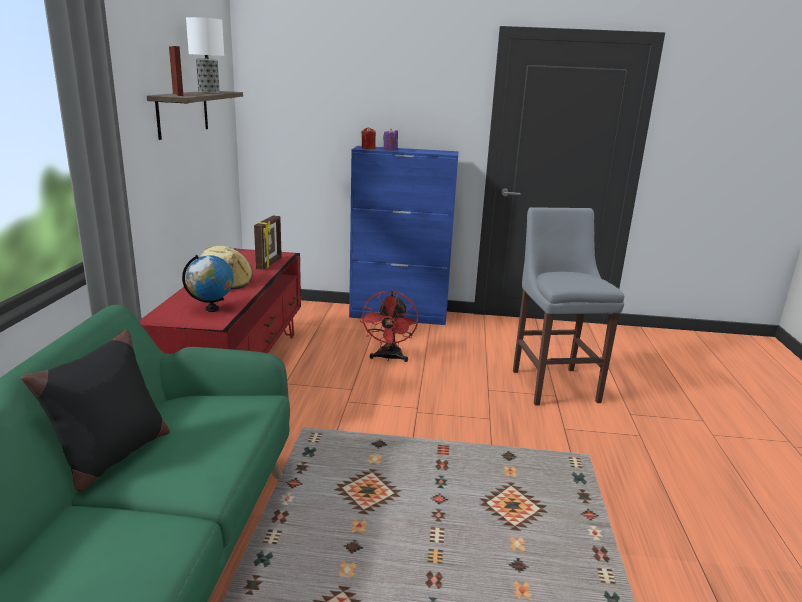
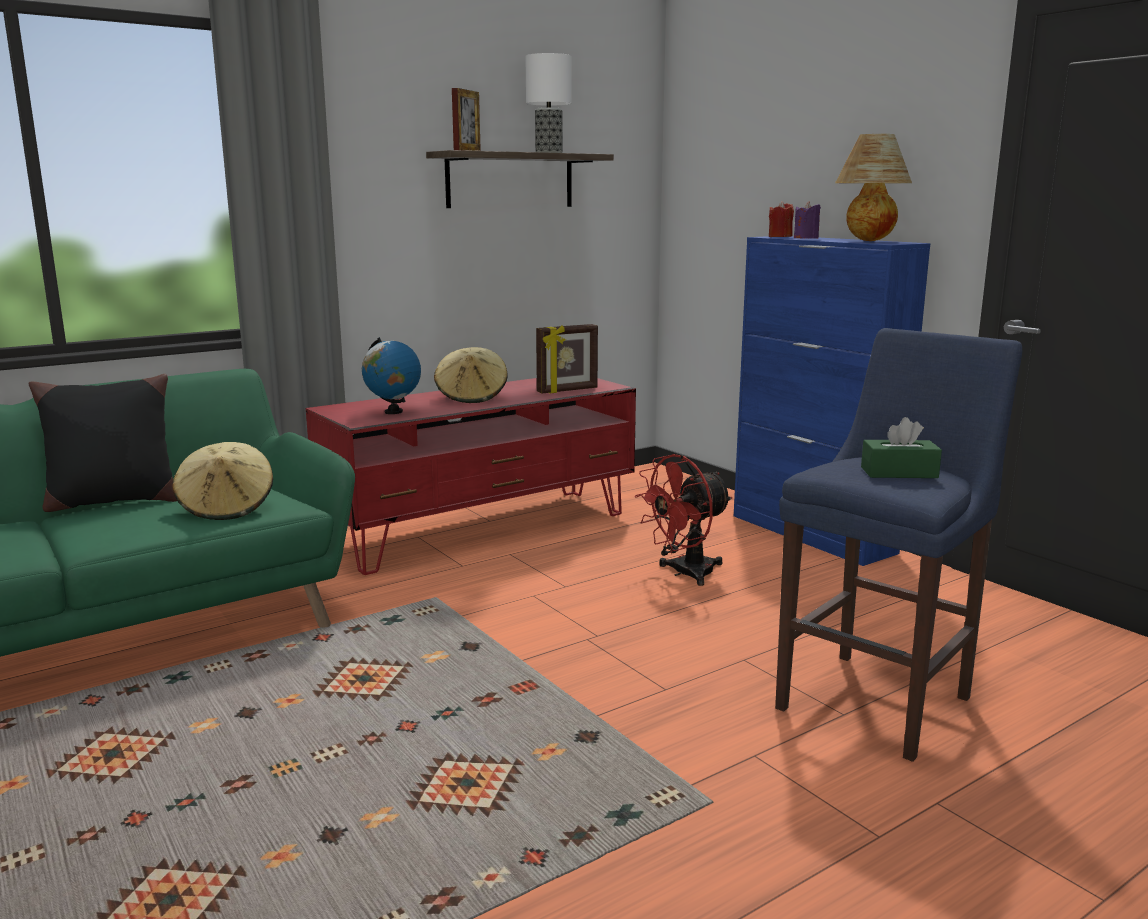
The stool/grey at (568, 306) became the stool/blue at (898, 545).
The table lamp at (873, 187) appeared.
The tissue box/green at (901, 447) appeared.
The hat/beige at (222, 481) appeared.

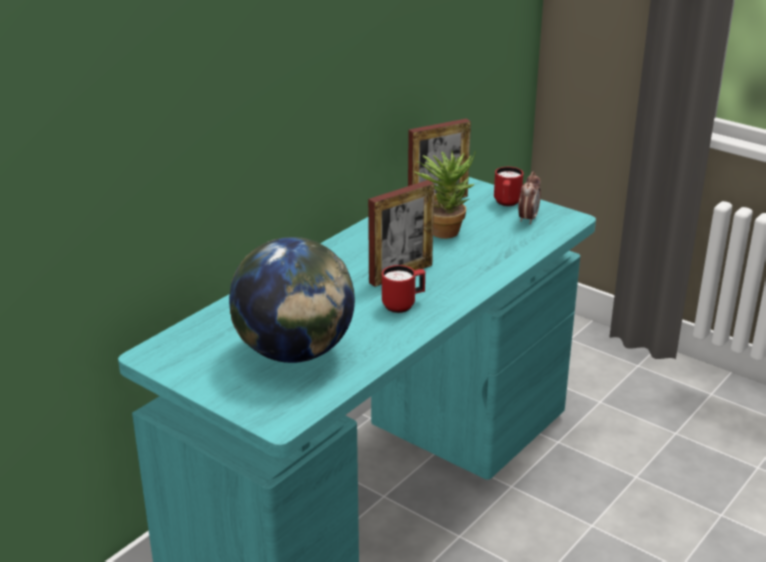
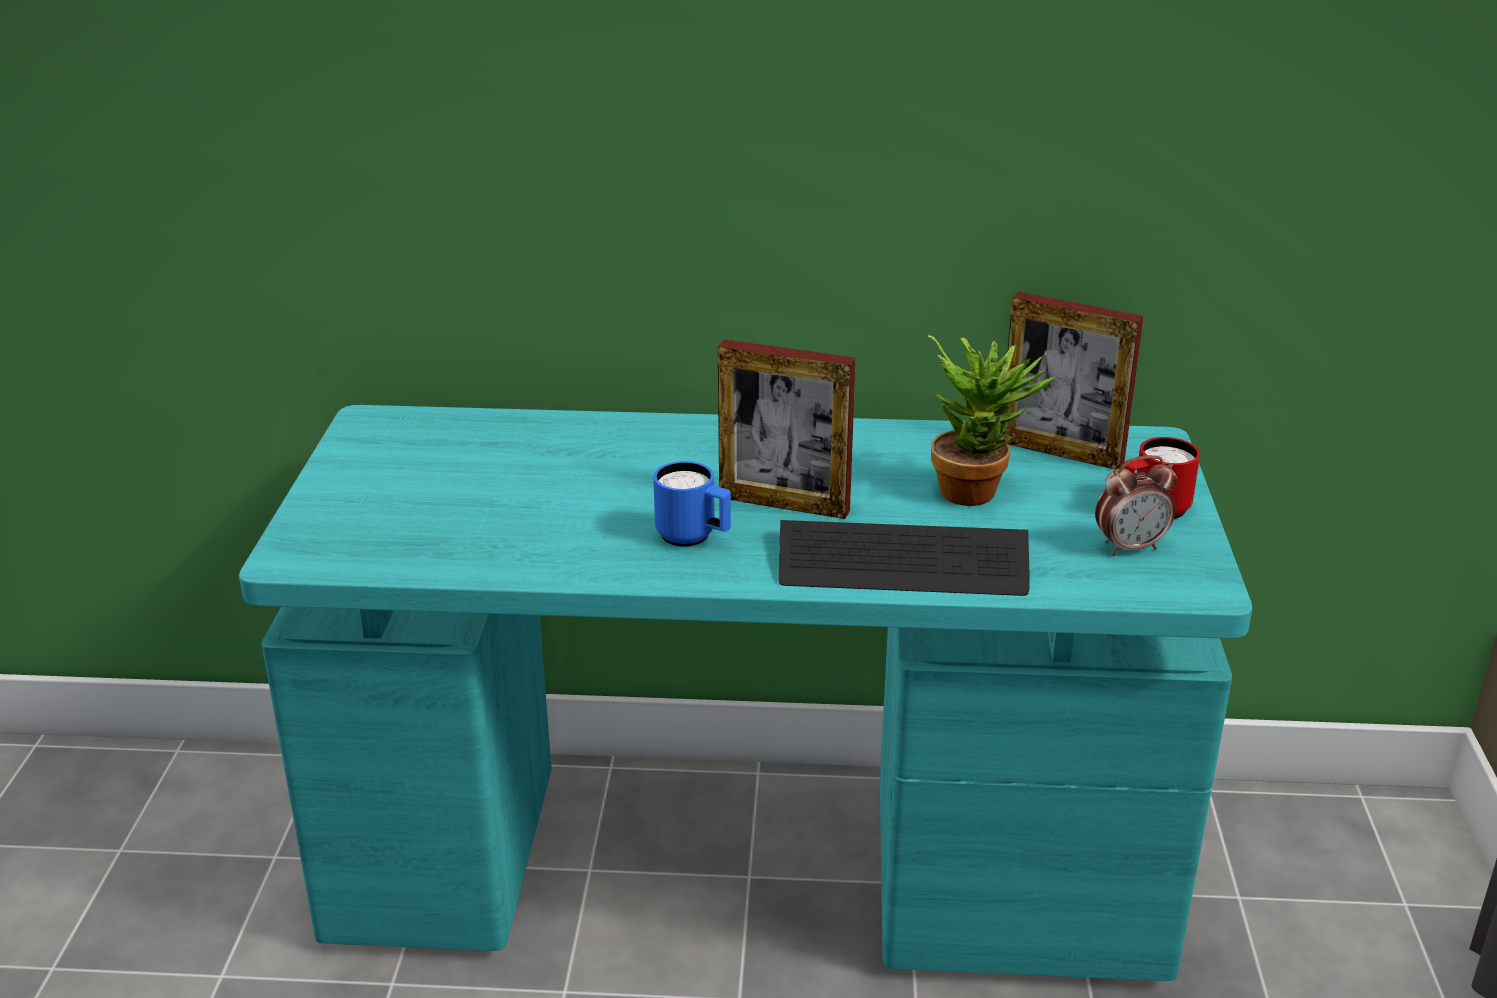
The globe at (292, 300) disappeared.
The mug/red at (403, 289) became the mug/blue at (692, 504).
The keyboard at (904, 558) appeared.

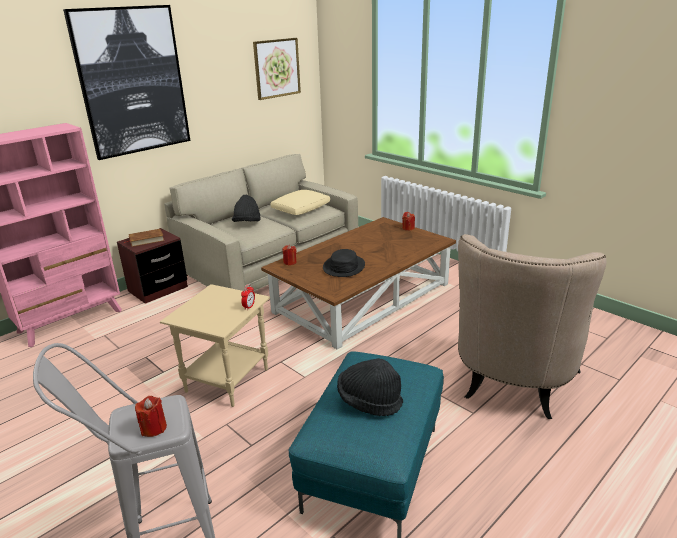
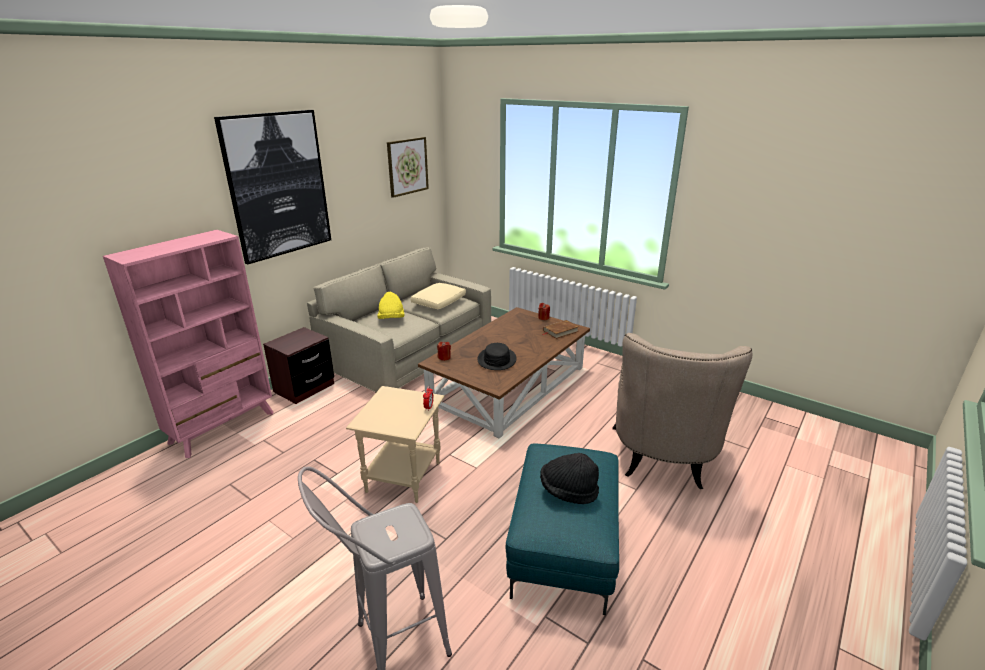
The hat/black at (246, 208) became the hat/yellow at (391, 305).
The book/brown moved from (144, 238) to (560, 329).
The candle/red at (151, 416) disappeared.

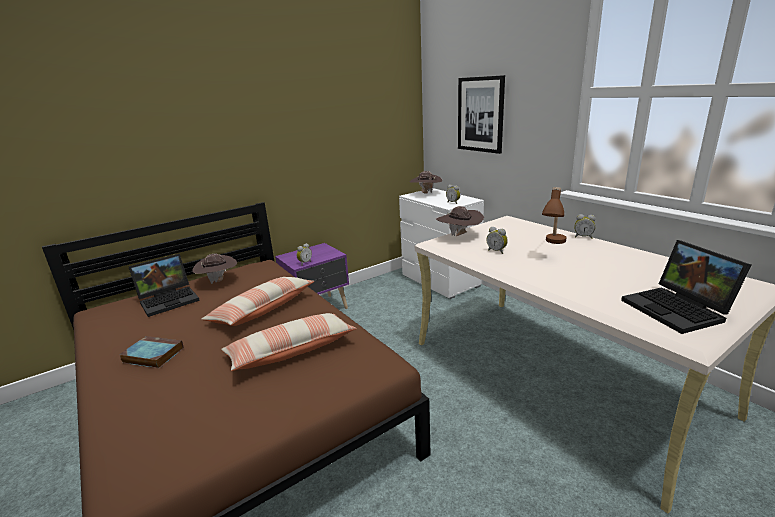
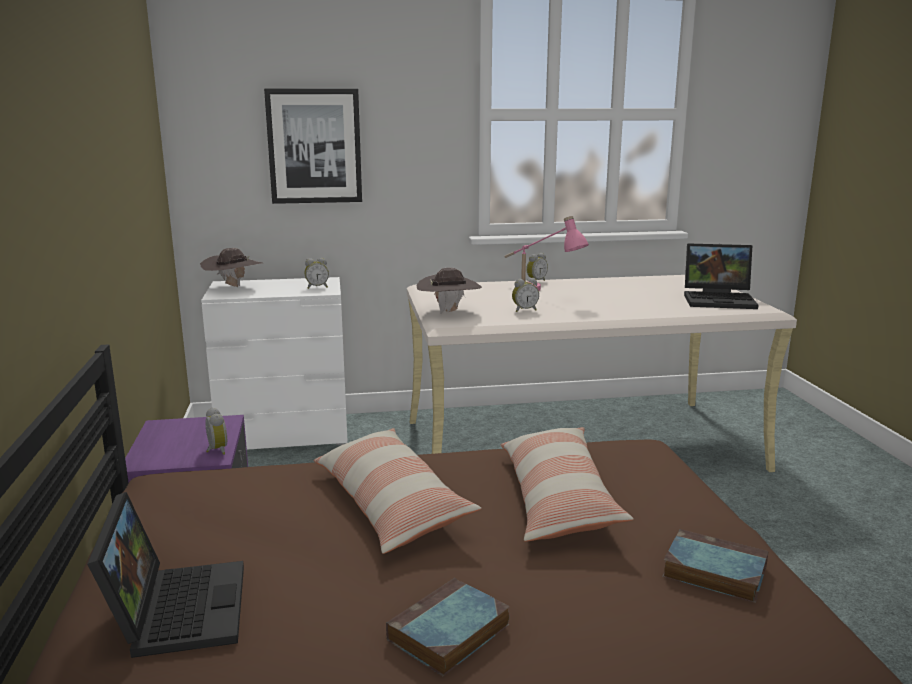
The table lamp/brown at (554, 215) became the table lamp/pink at (546, 253).
The hat/brown at (214, 268) disappeared.
The book at (715, 566) appeared.

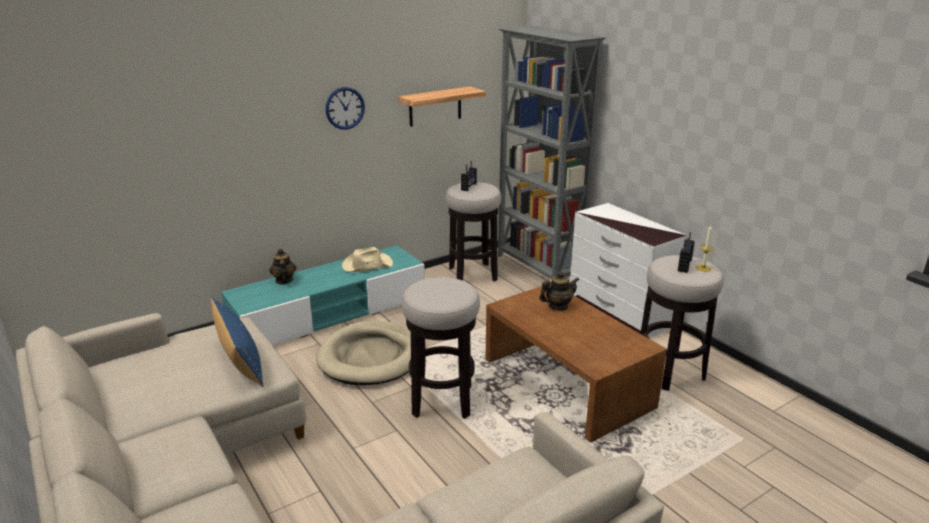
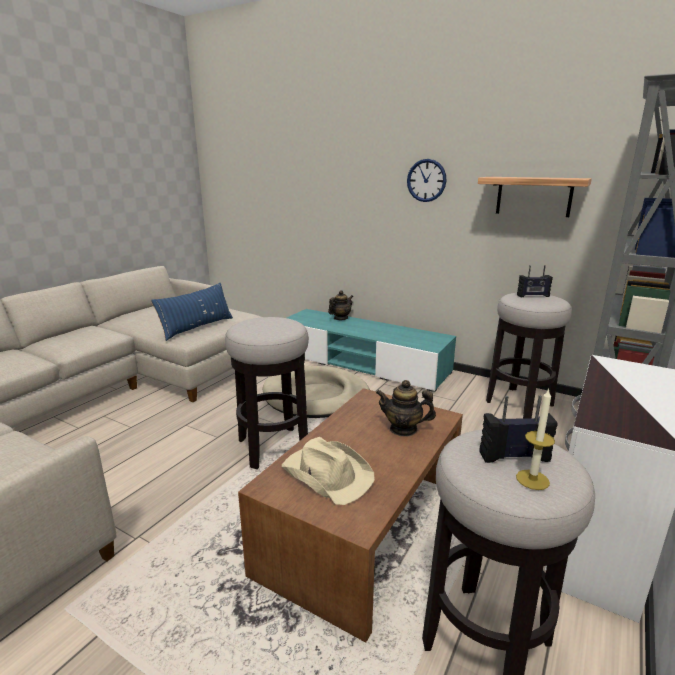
The hat/beige moved from (367, 259) to (328, 471).
The teapot at (559, 291) turned 150 degrees clockwise.

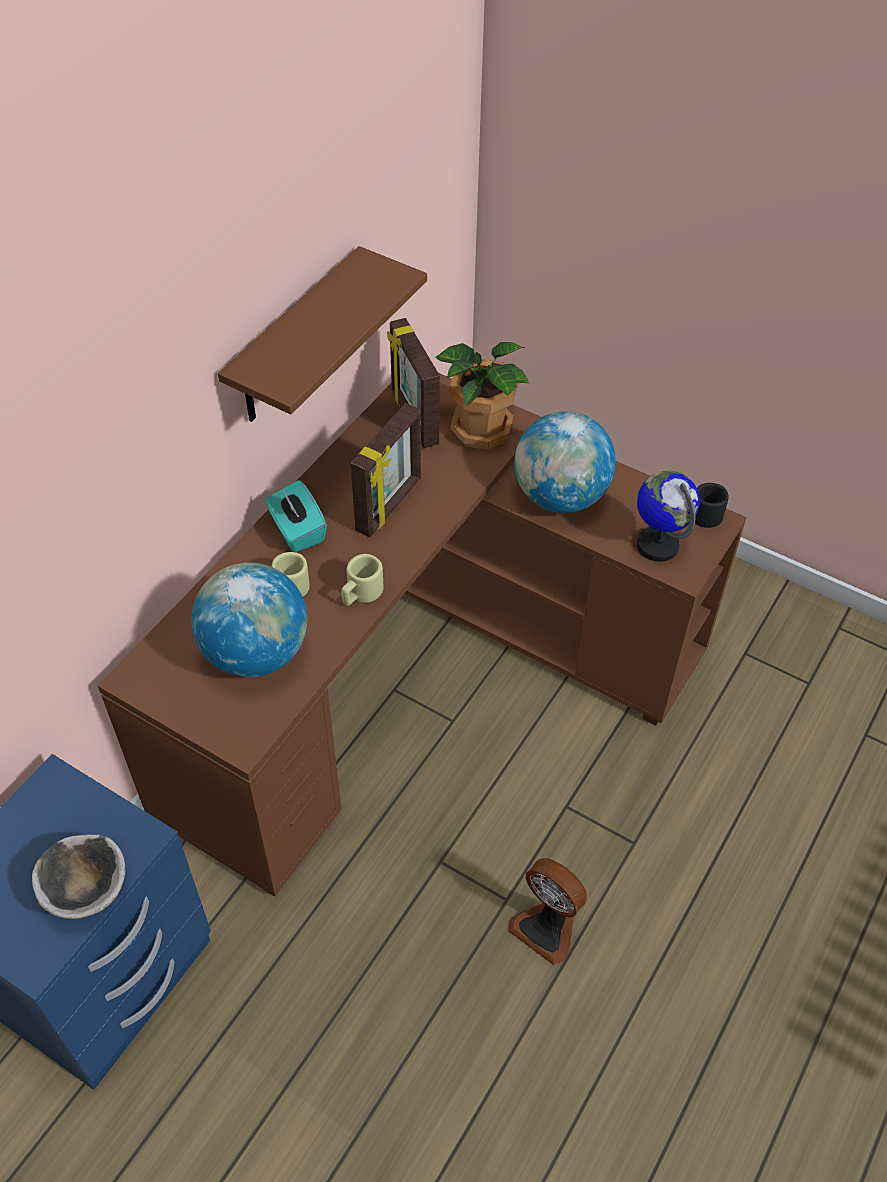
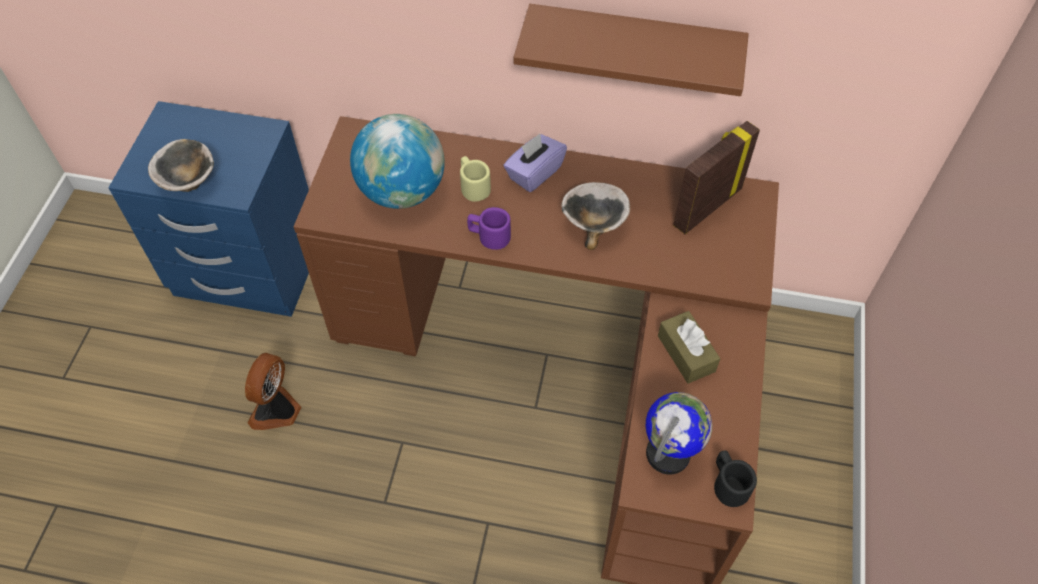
The potted plant at (482, 396) disappeared.
The picture frame at (386, 470) was replaced by the bowl at (595, 216).
The globe at (565, 462) was replaced by the tissue box/brown at (689, 347).
The tissue box/turquoise at (296, 516) became the tissue box/purple at (535, 162).
The mug/beige at (362, 580) became the mug/purple at (489, 228).
The fan moved from (547, 911) to (273, 391).

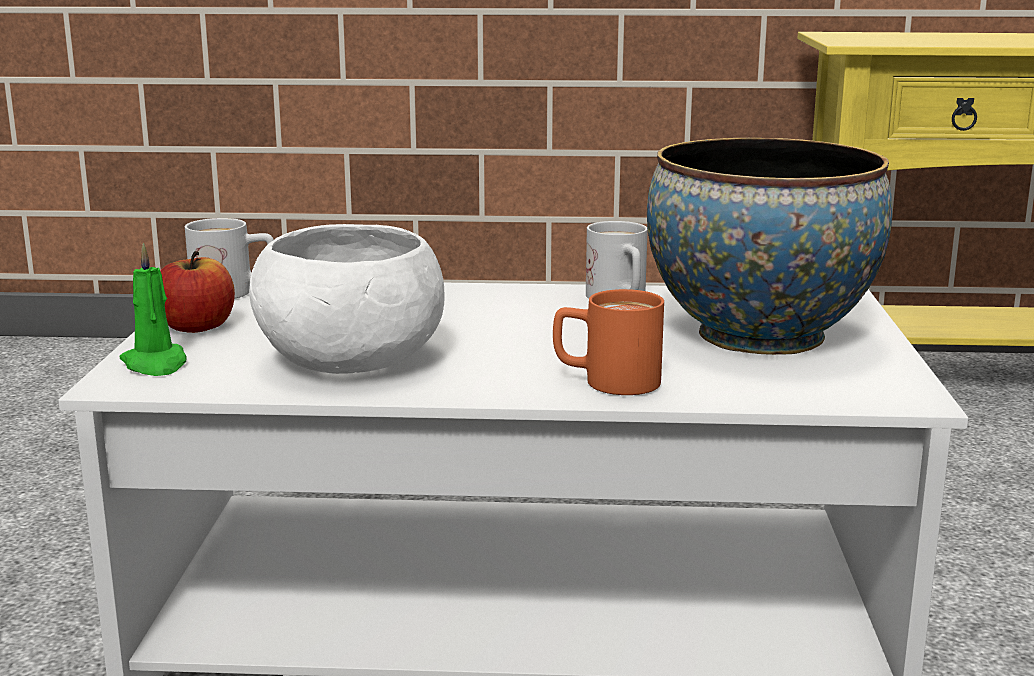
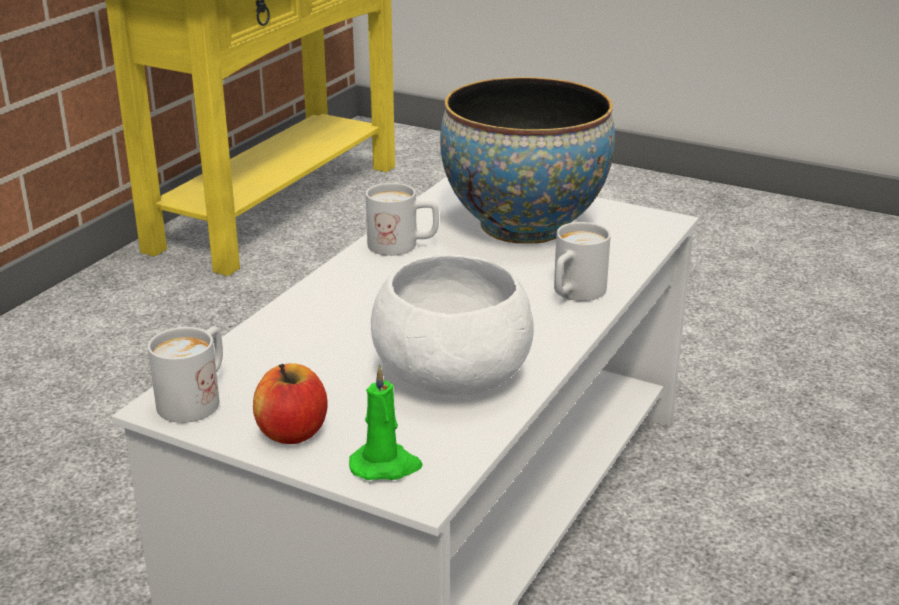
The mug/orange at (608, 342) became the mug/white at (582, 261).

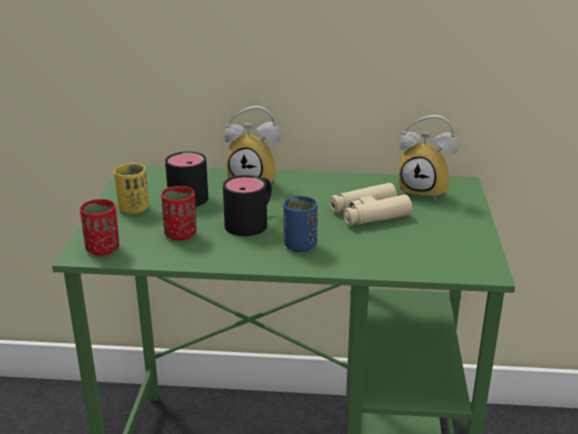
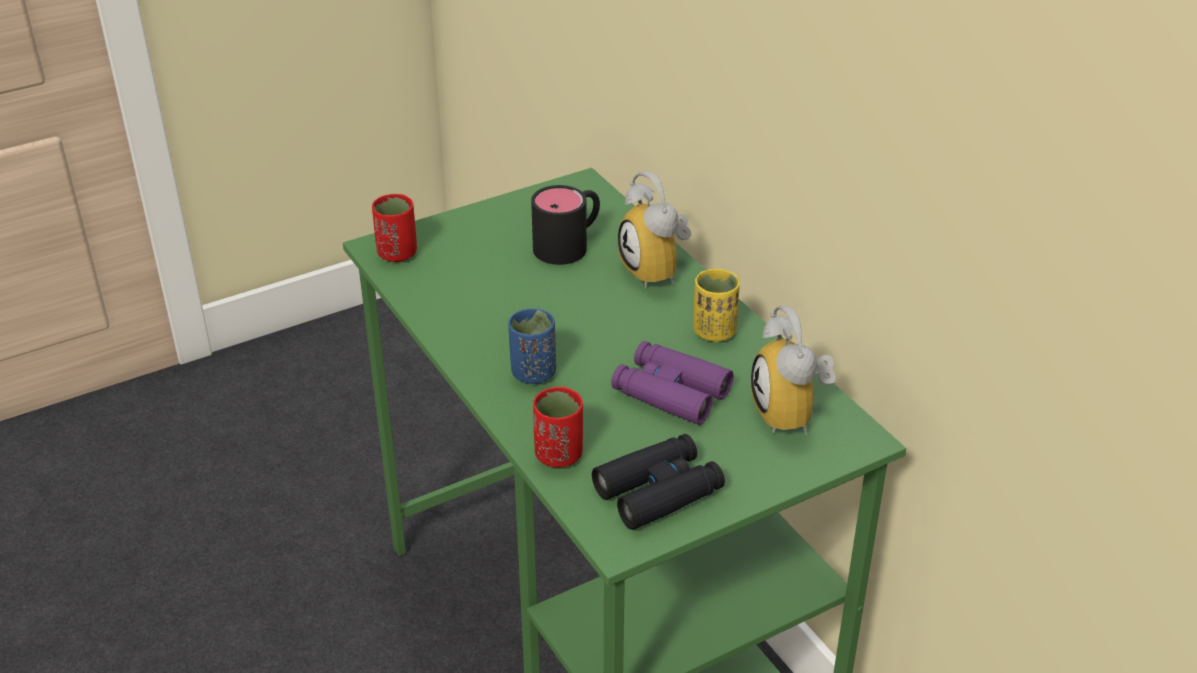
The cup/yellow moved from (131, 188) to (716, 305).
The mug/black at (247, 205) disappeared.
The binoculars/beige at (371, 204) became the binoculars/purple at (672, 383).
The cup/red moved from (178, 213) to (558, 427).
The binoculars/black at (658, 482) appeared.

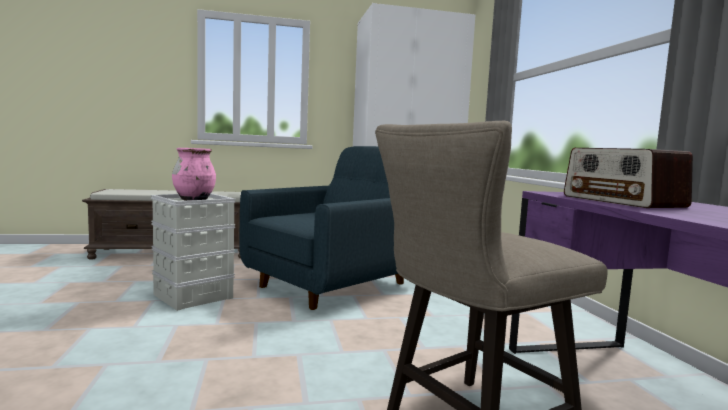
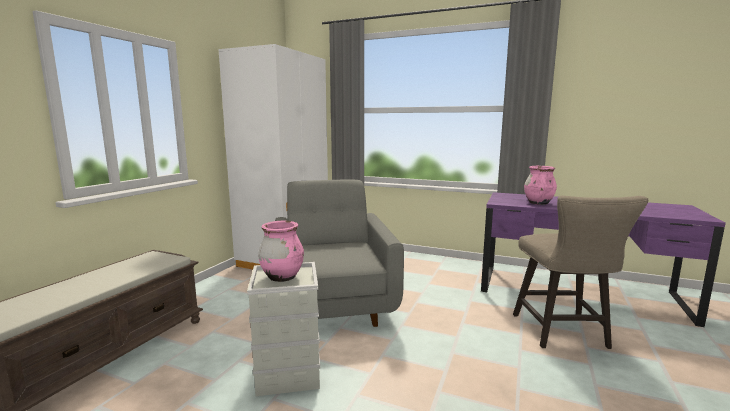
The armchair/blue at (321, 228) became the armchair/grey at (339, 253).
The radio at (628, 178) was replaced by the vase/pink at (540, 185).

